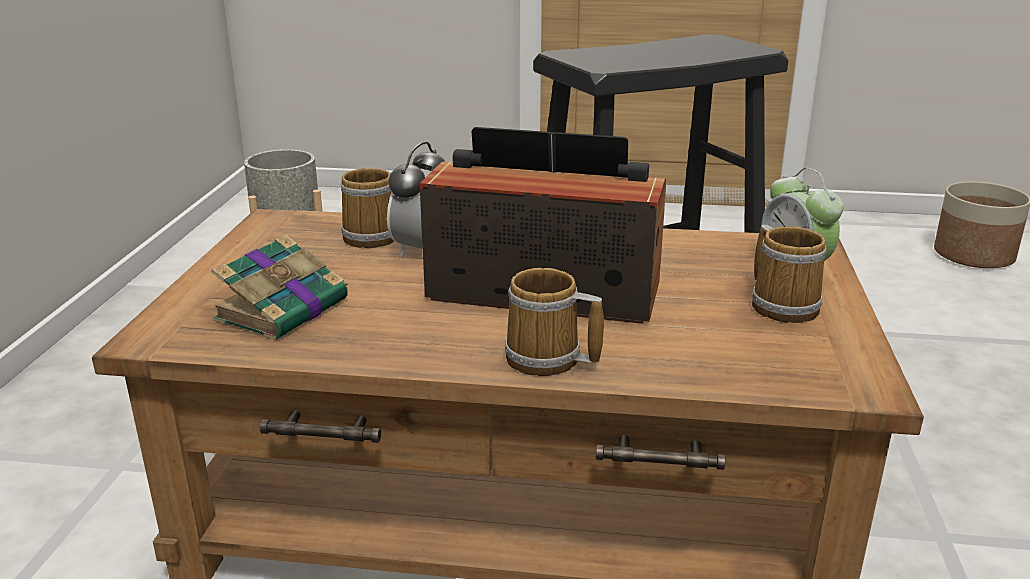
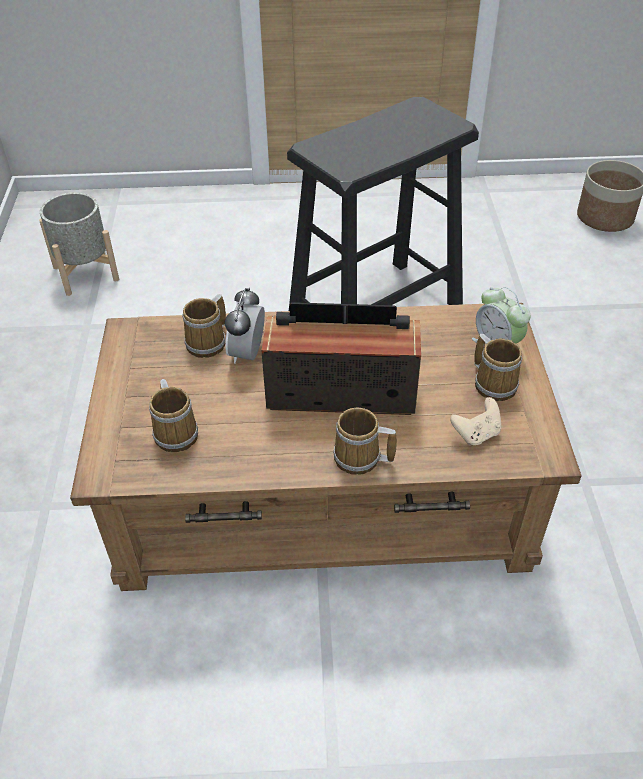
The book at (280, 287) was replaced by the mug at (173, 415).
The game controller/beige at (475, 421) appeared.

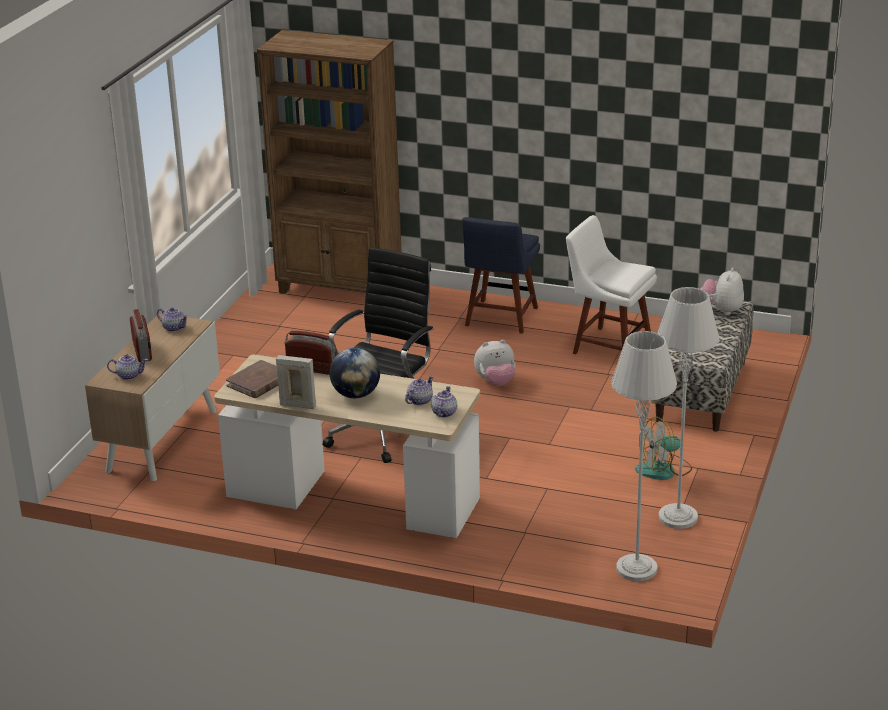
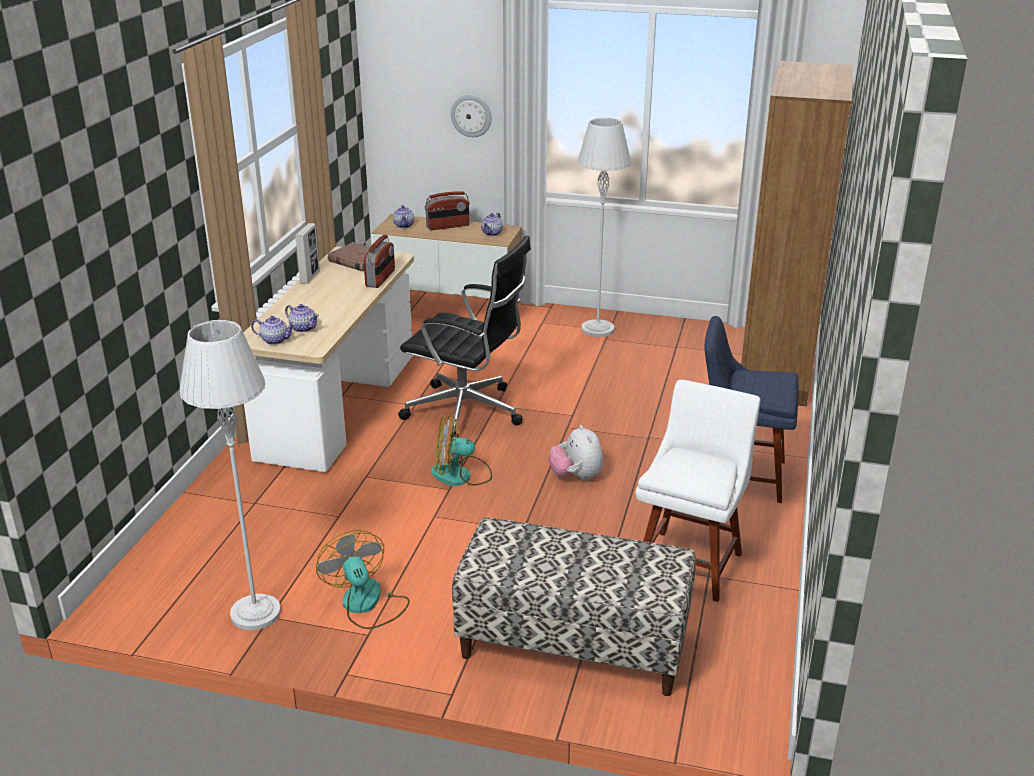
The plush toy at (722, 291) disappeared.
The floor lamp/grey moved from (644, 456) to (604, 227).
The globe at (355, 373) disappeared.
The wall clock at (471, 116) appeared.
The fan at (461, 450) appeared.

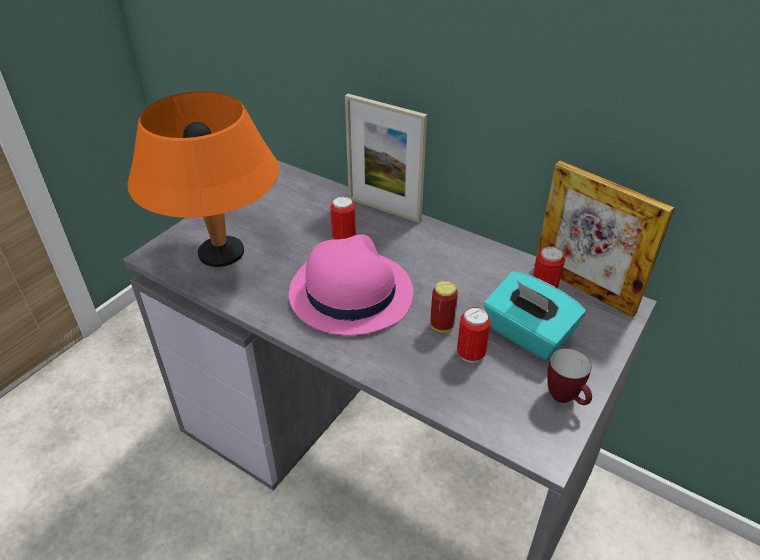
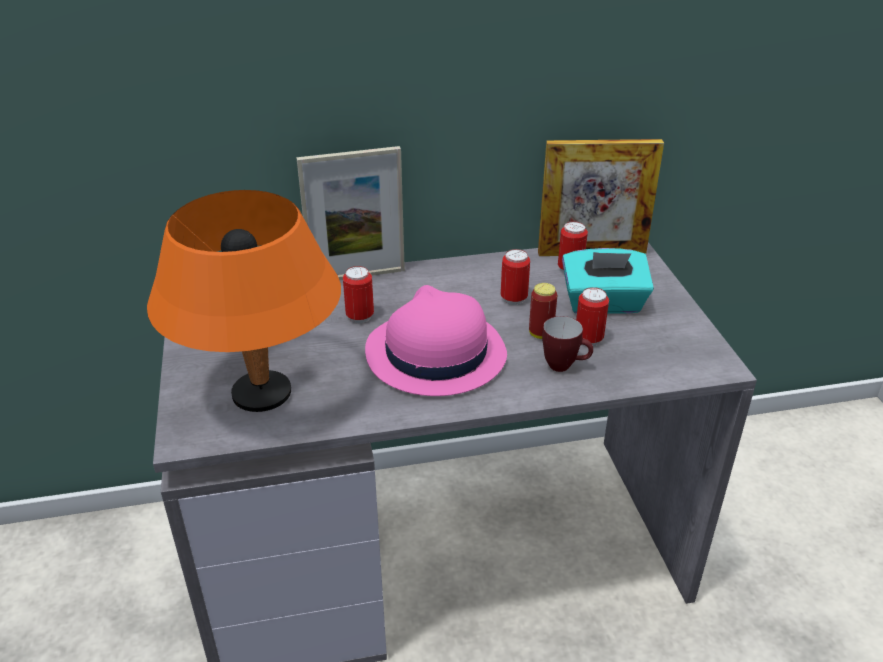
The mug moved from (570, 376) to (567, 344).
The can at (515, 277) appeared.

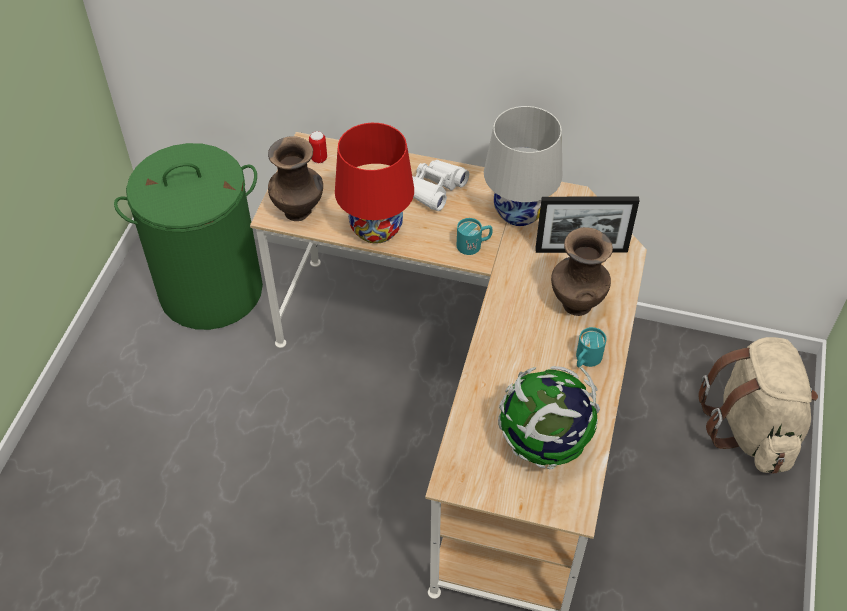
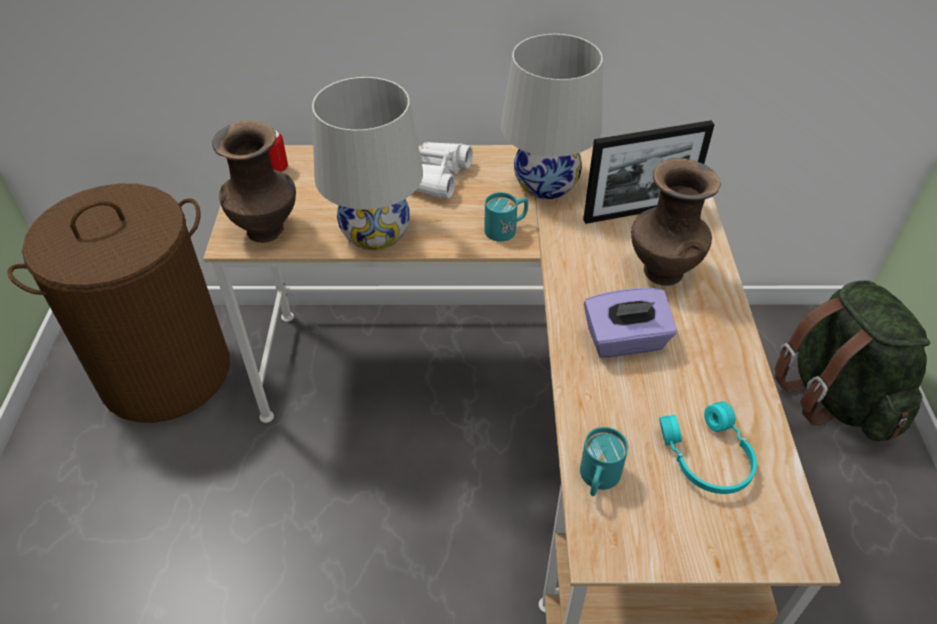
The table lamp/red at (374, 183) became the table lamp/white at (367, 163).
The laundry basket/green at (188, 236) became the laundry basket/brown at (118, 303).
The mug/turquoise moved from (591, 347) to (604, 461).
The backpack/beige at (758, 405) became the backpack/green at (853, 360).
The globe at (549, 417) was replaced by the headphones/turquoise at (708, 447).
The tissue box/purple at (630, 323) appeared.

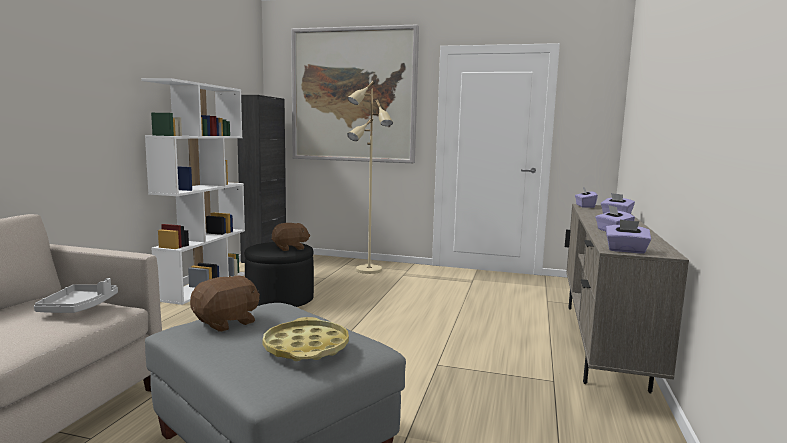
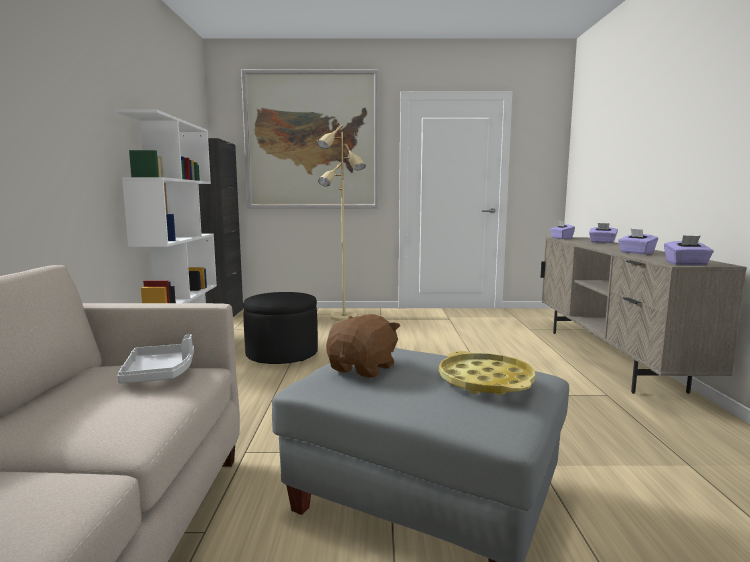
The plush toy/brown at (291, 237) disappeared.

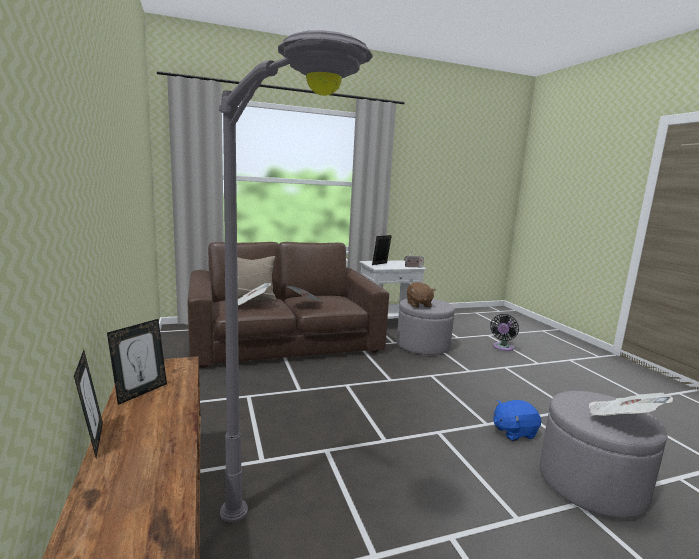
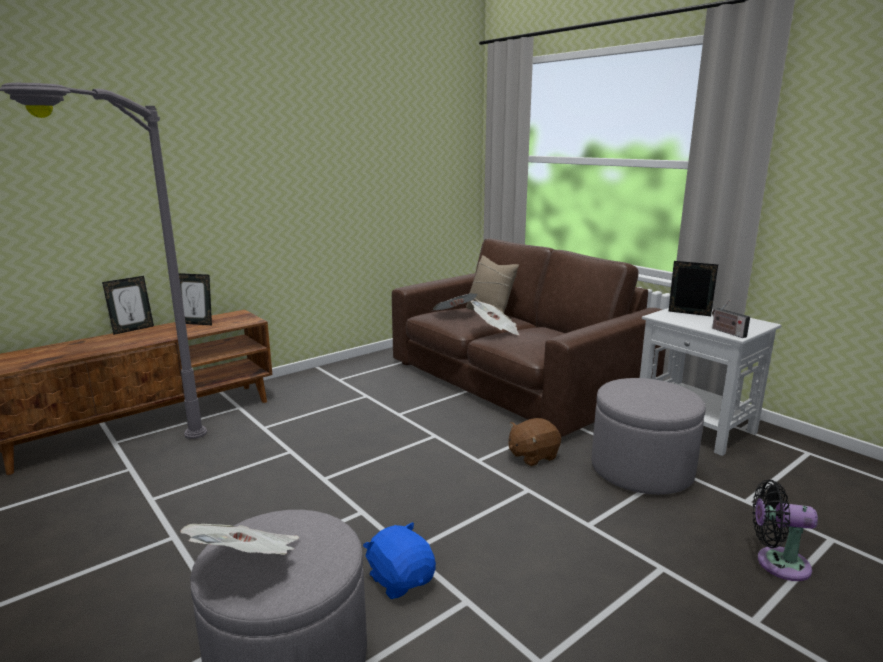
The plush toy/brown moved from (421, 295) to (534, 442).

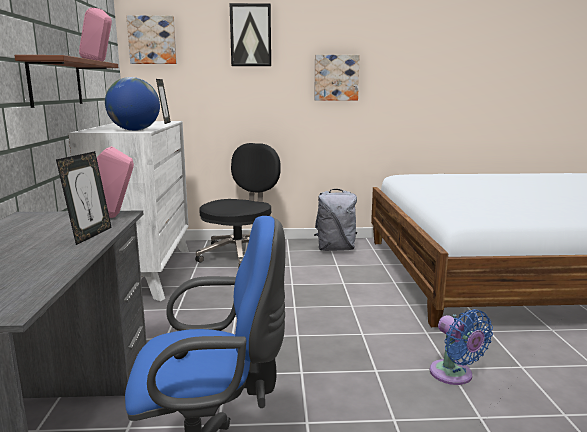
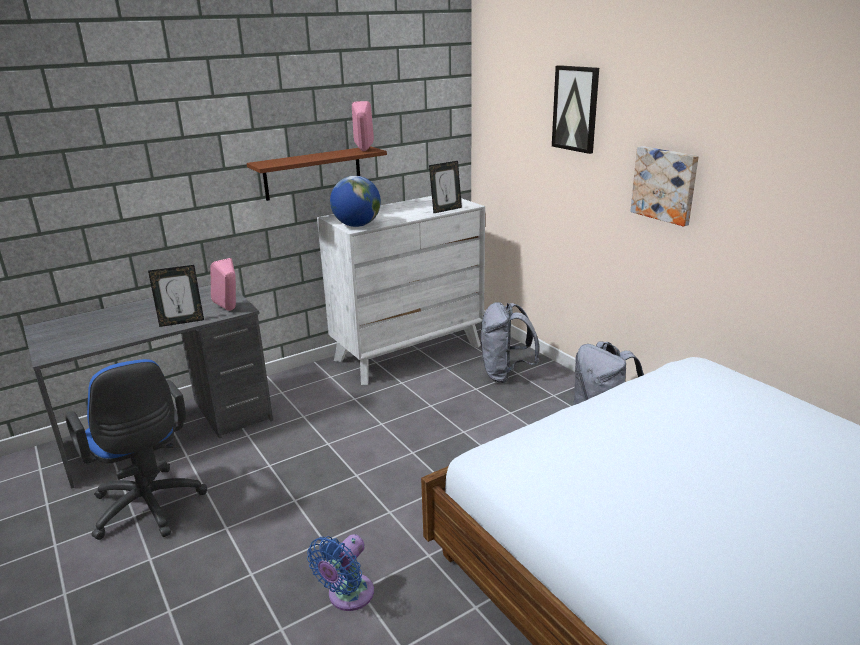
The picture at (151, 39) disappeared.
The office chair/black at (237, 206) was replaced by the backpack/grey at (510, 342).

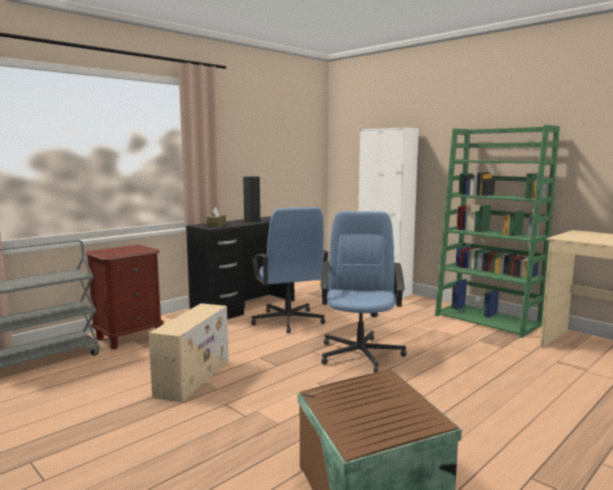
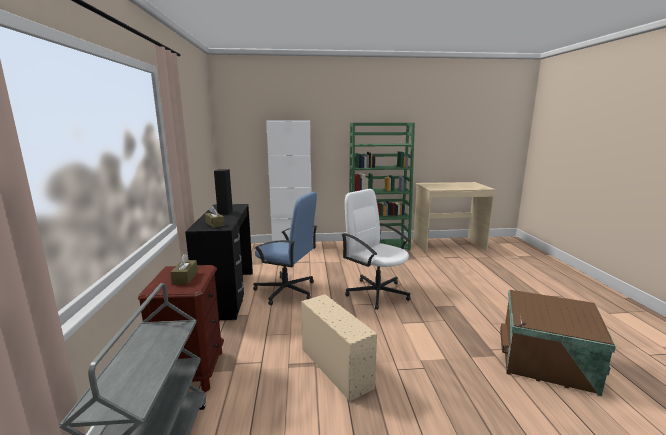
The office chair/blue at (363, 292) became the office chair/white at (376, 249).
The tissue box/brown at (184, 269) appeared.

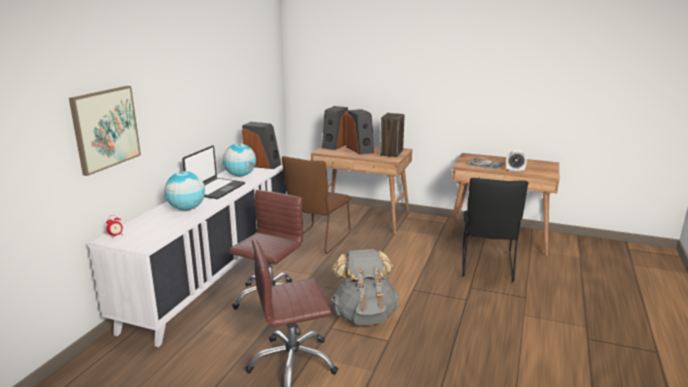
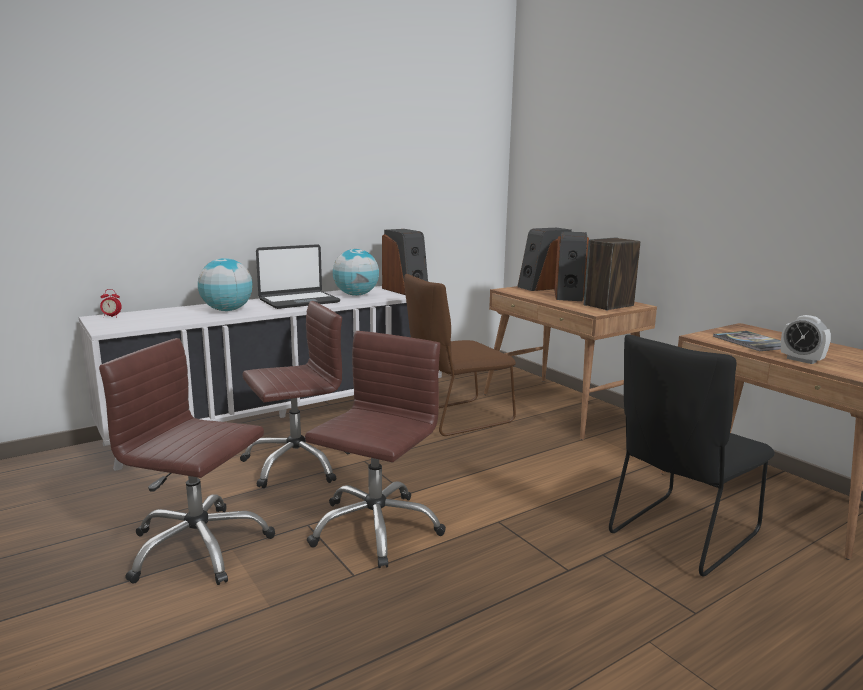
The picture at (105, 131) disappeared.
The backpack/grey at (365, 287) was replaced by the office chair/brown at (375, 449).

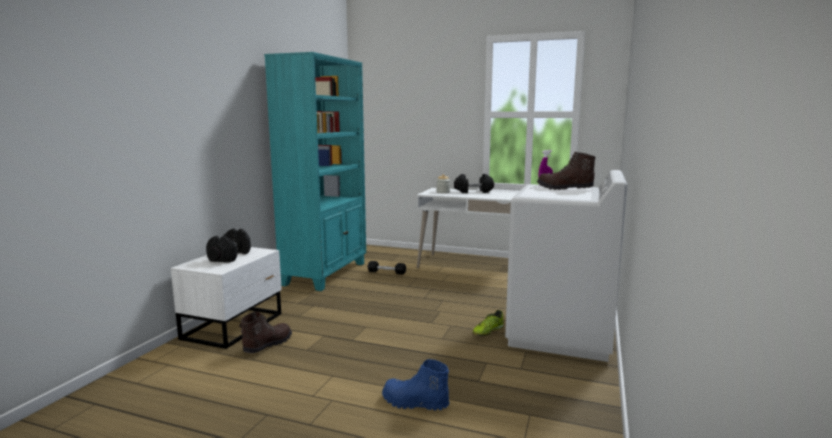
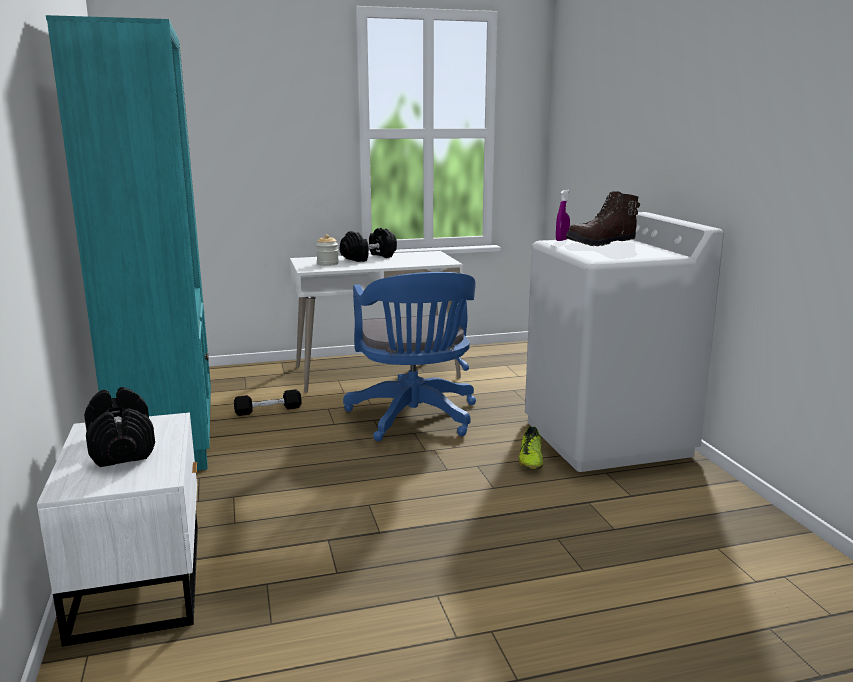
The boot/brown at (265, 332) disappeared.
The boot/blue at (415, 385) disappeared.
The office chair/blue at (409, 356) appeared.

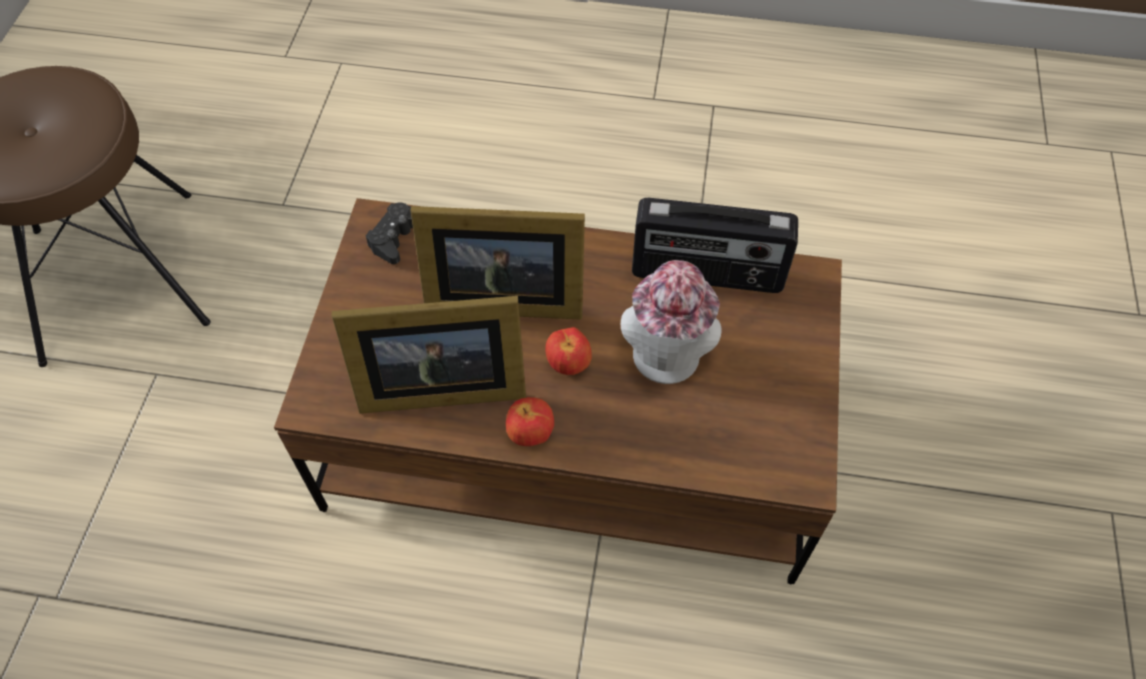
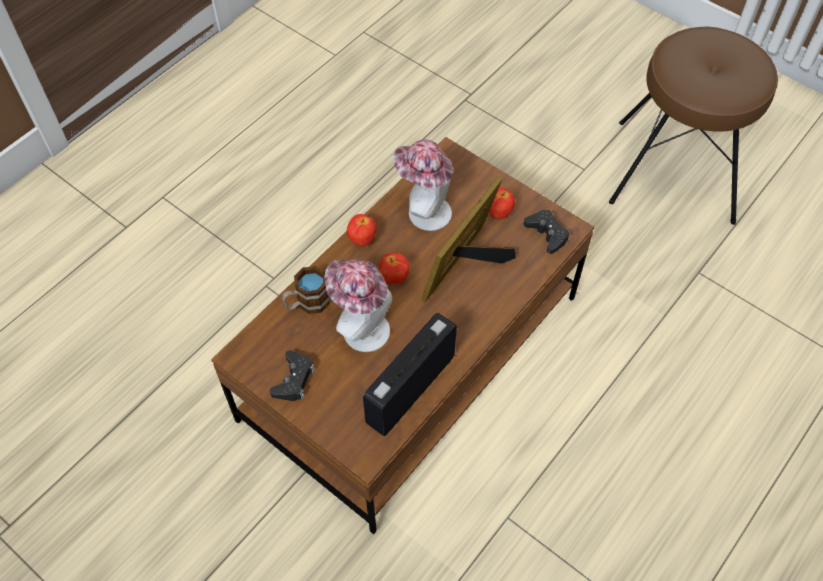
The picture frame at (429, 355) was replaced by the hat at (423, 185).
The apple at (502, 203) appeared.
The mug at (306, 290) appeared.
The game controller/black at (292, 375) appeared.

